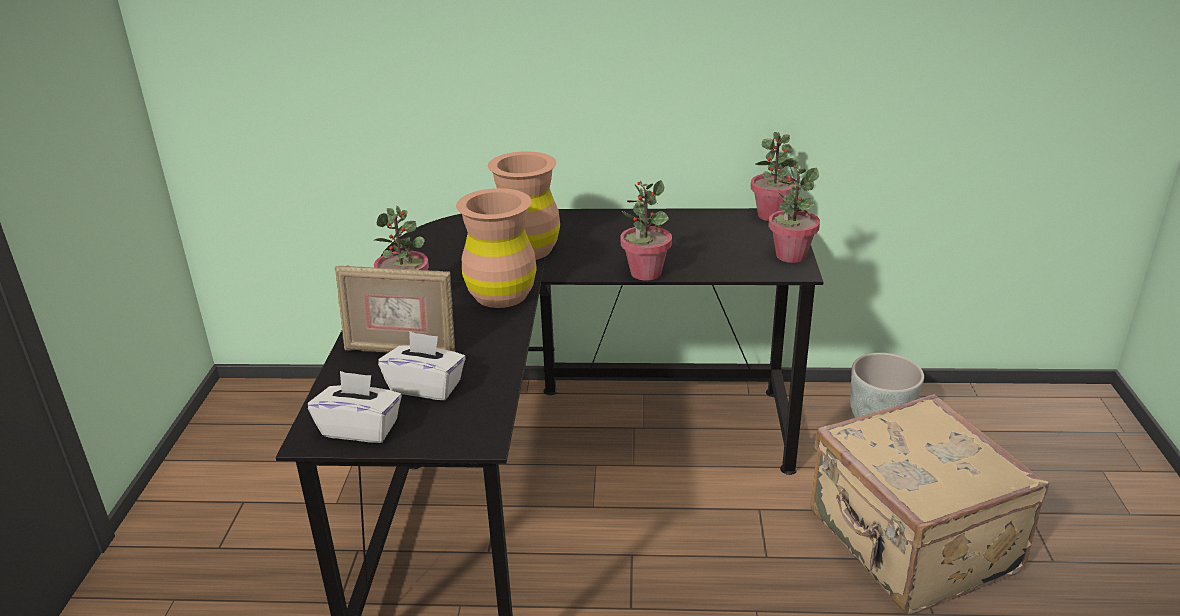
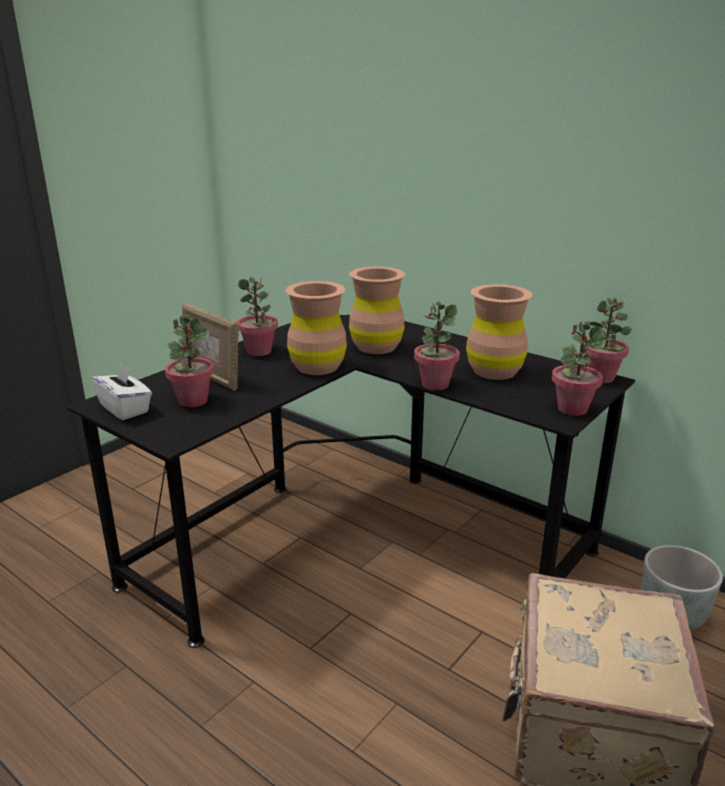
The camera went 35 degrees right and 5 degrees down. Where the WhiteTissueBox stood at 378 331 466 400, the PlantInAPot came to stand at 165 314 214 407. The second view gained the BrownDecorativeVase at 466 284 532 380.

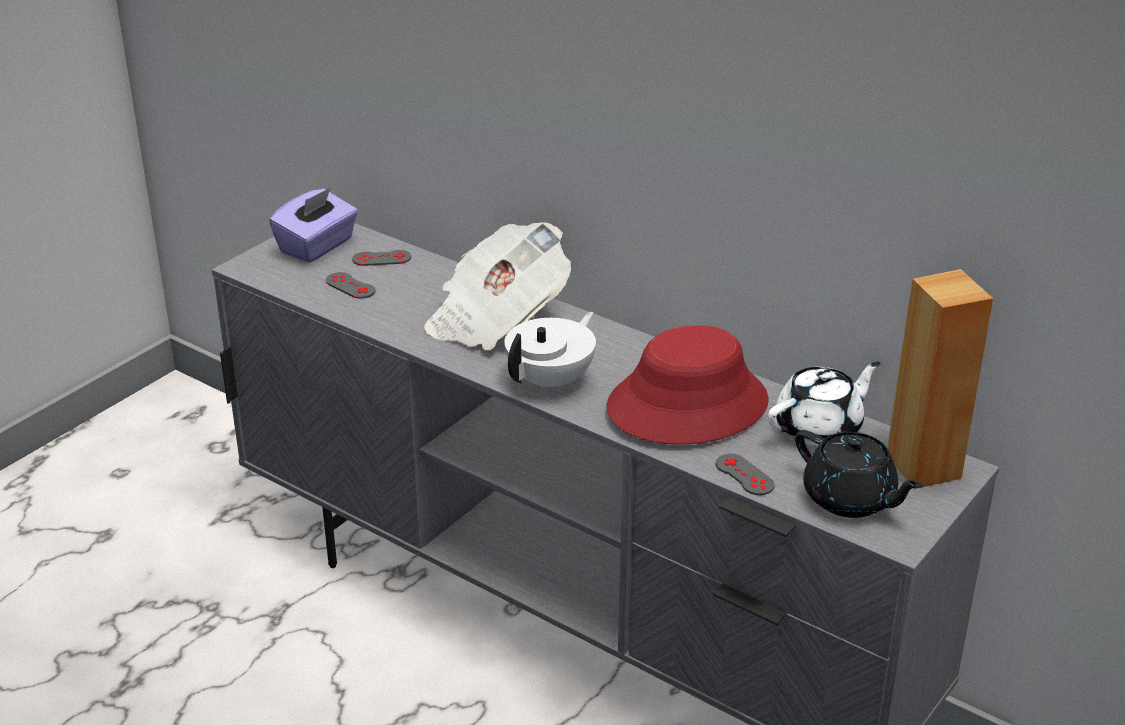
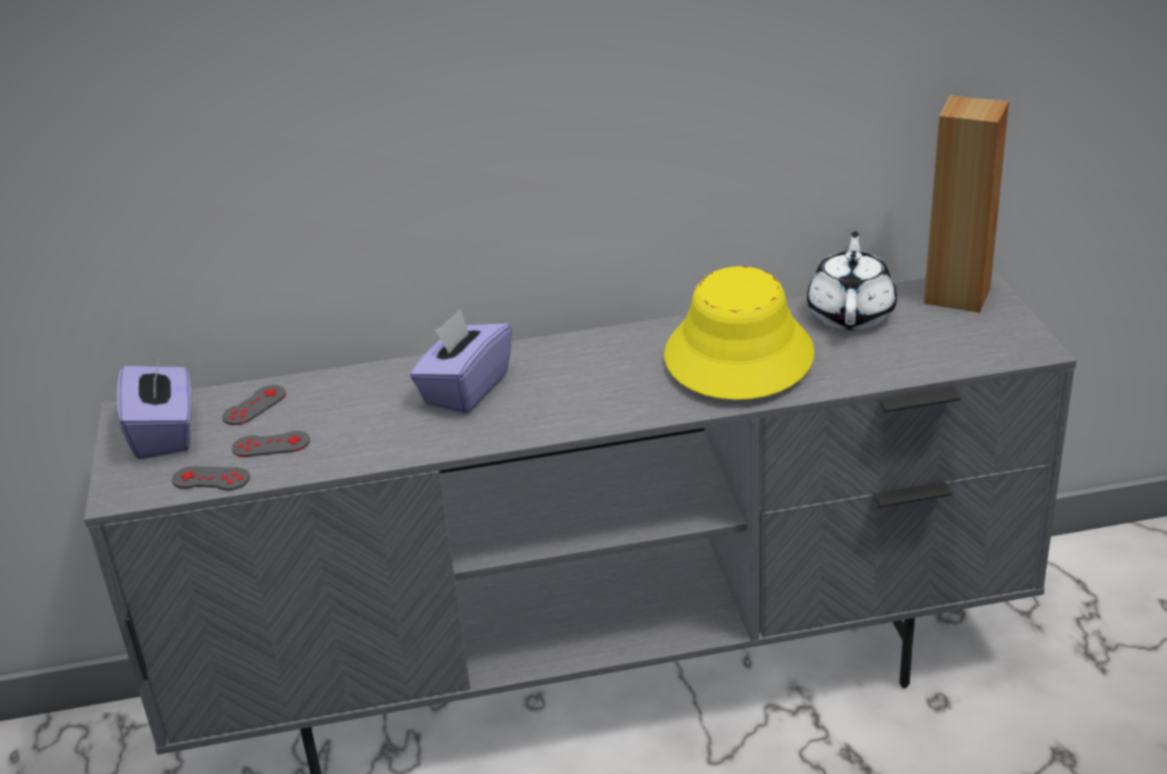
The camera went 45 degrees left and 0 degrees up. The GreyJoypad ended up elsewhere, having gone from 716 454 775 495 to 172 466 250 490. Where the DailyPaper stood at 424 222 571 350, the PurplishTissueBox came to stand at 410 309 512 414. What was the ReddishWearableHat at 606 325 769 444 turned into the YellowWearableHat at 664 266 815 400. The second view lost the WhiteTeapot at 504 312 596 391. The second view lost the BlackColouredTeapot at 795 430 923 518.

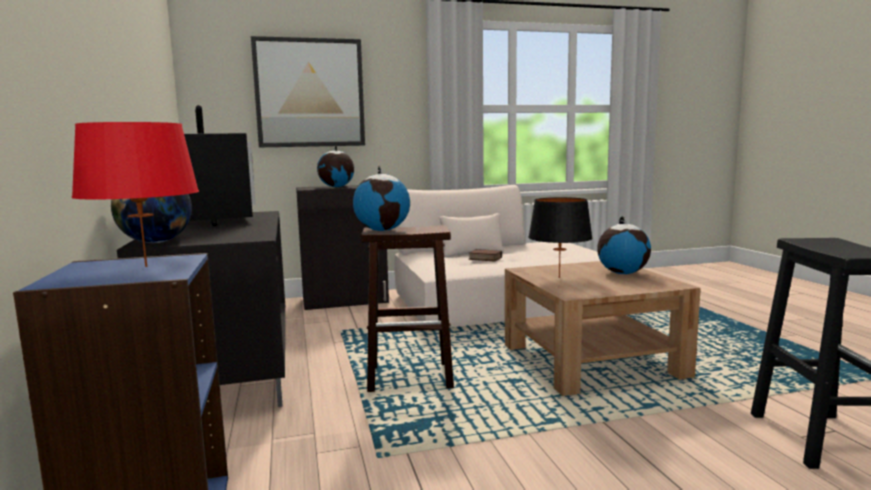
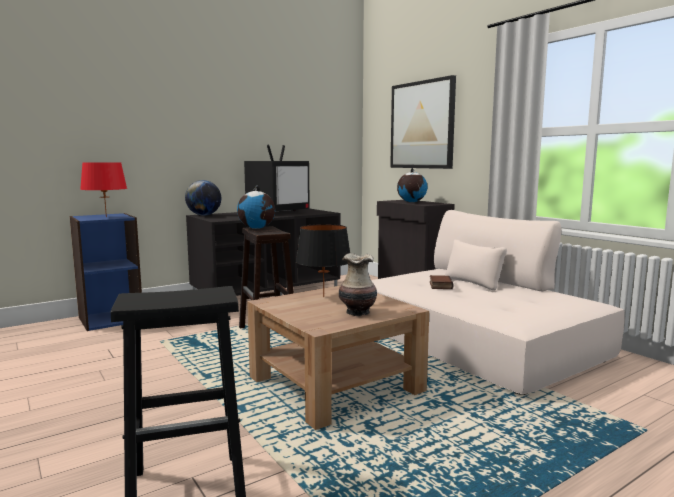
The camera went 70 degrees right and 0 degrees up. Where the DeskGlobe stood at 597 216 651 274, the DecorativeVase came to stand at 339 253 377 316.

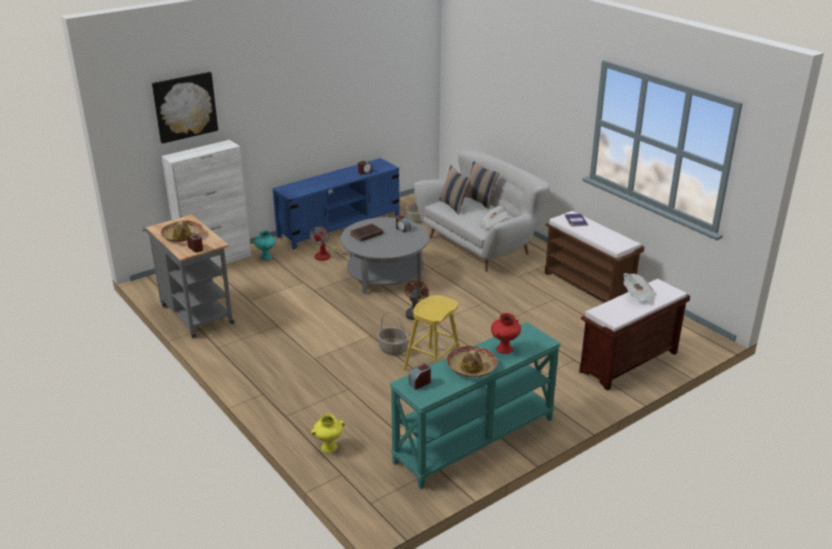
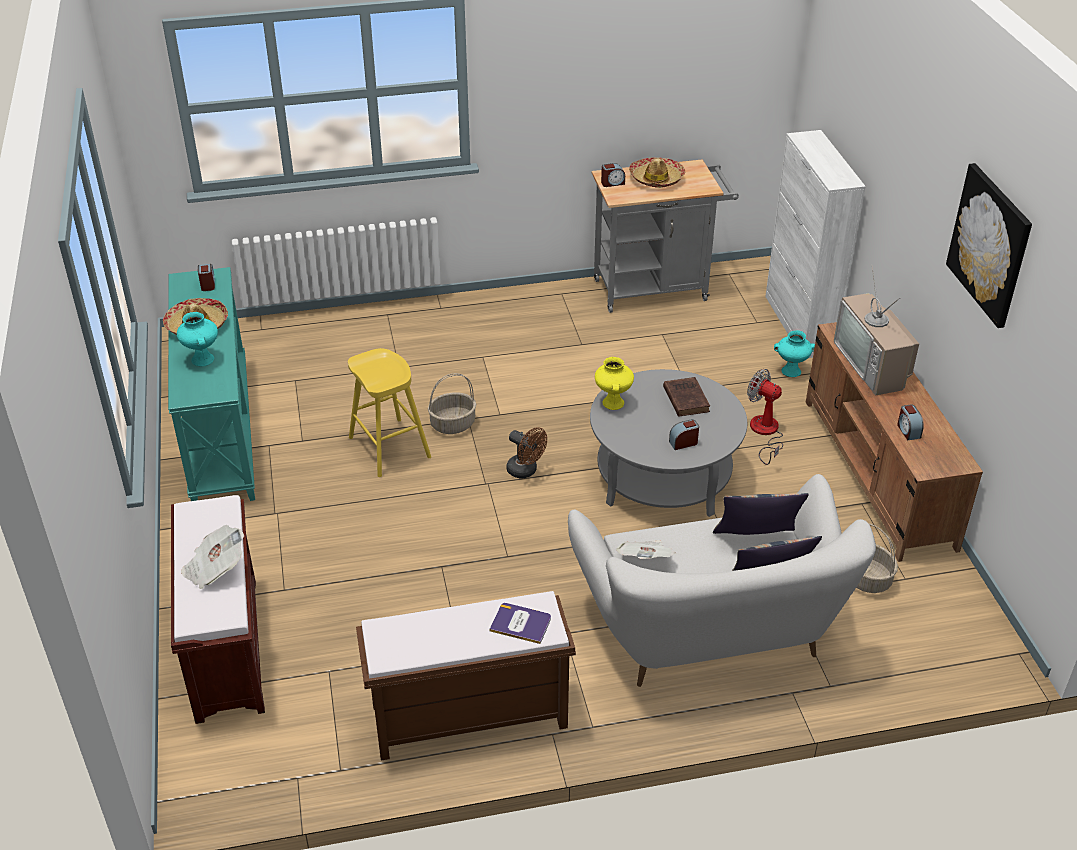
The camera went 115 degrees right and 10 degrees up. What was the ReddishDecorativeVase at 491 313 521 354 turned into the TurquoiseColouredDecorativeVase at 177 312 218 366. The YellowDecorativeVase ended up elsewhere, having gone from 311 414 345 453 to 595 357 634 410. What was the BlueTvStand at 272 158 399 249 turned into the BrownTvStand at 806 322 983 562. The second view gained the Tv at 834 264 919 396. The WallArt ended up elsewhere, having gone from 152 72 218 144 to 946 163 1032 328.

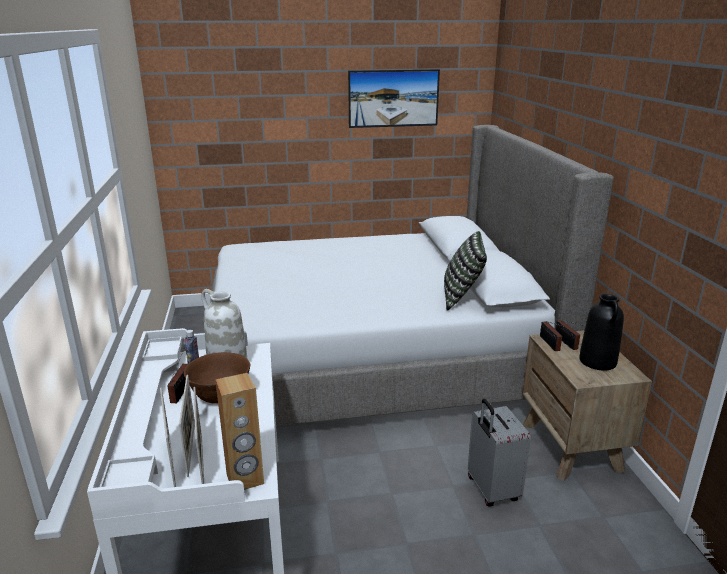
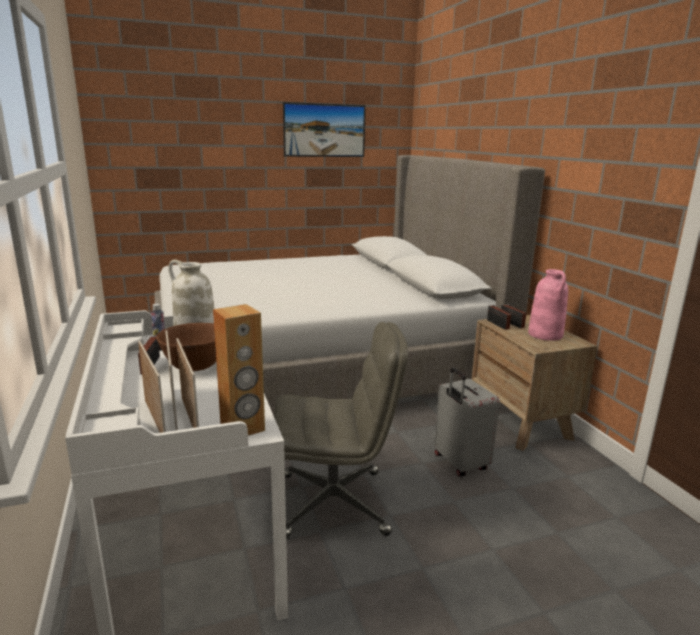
The camera went 10 degrees left and 5 degrees down. The second view gained the GreyDeskChair at 274 322 408 540. What was the BlackColouredDecorativeVase at 579 294 624 370 turned into the PinkDecorativeVase at 528 269 568 341. The second view lost the Pillow at 444 231 487 311.

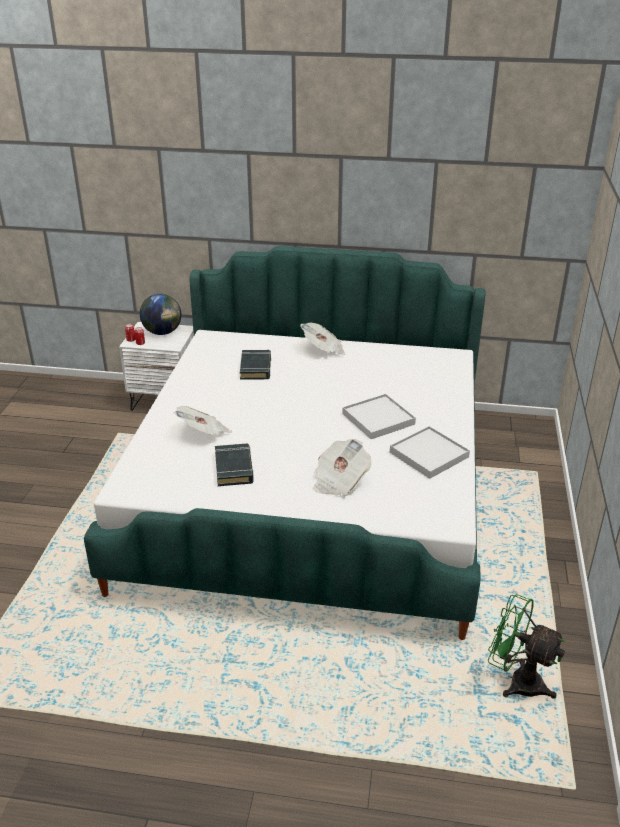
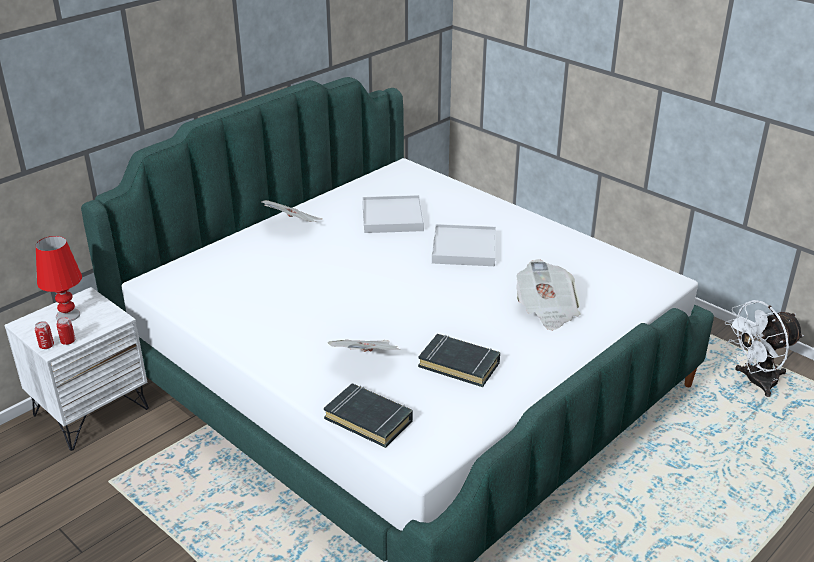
The camera went 55 degrees left and 0 degrees up. Where the DeskGlobe stood at 140 294 181 335, the ReddishLampForATable came to stand at 36 236 82 321. The BlackColouredBoundBook ended up elsewhere, having gone from 240 350 271 380 to 324 383 413 448. The WhiteTray ended up elsewhere, having gone from 390 426 470 479 to 362 195 424 233. What was the GreenColouredElectricFan at 488 594 565 699 turned into the WhiteElectricFan at 725 300 804 397.

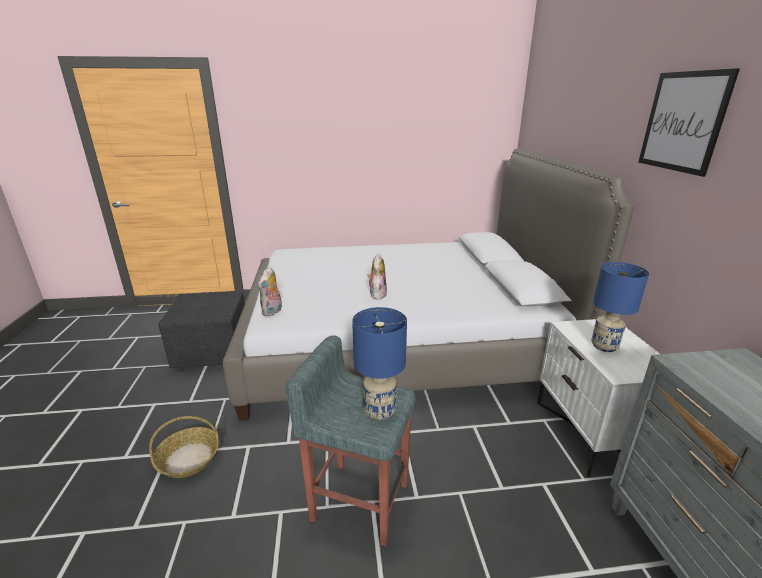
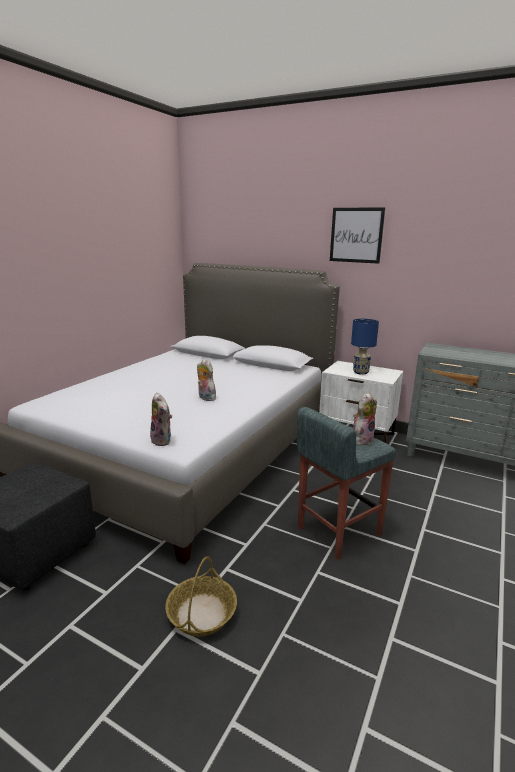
The camera went 55 degrees left and 5 degrees down. Where the BlueLampForATable stood at 352 307 407 421, the PlushToy came to stand at 353 393 377 445.

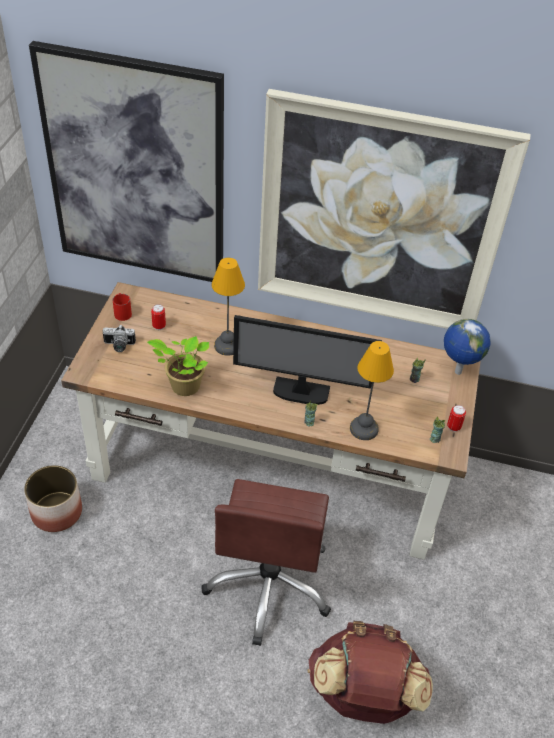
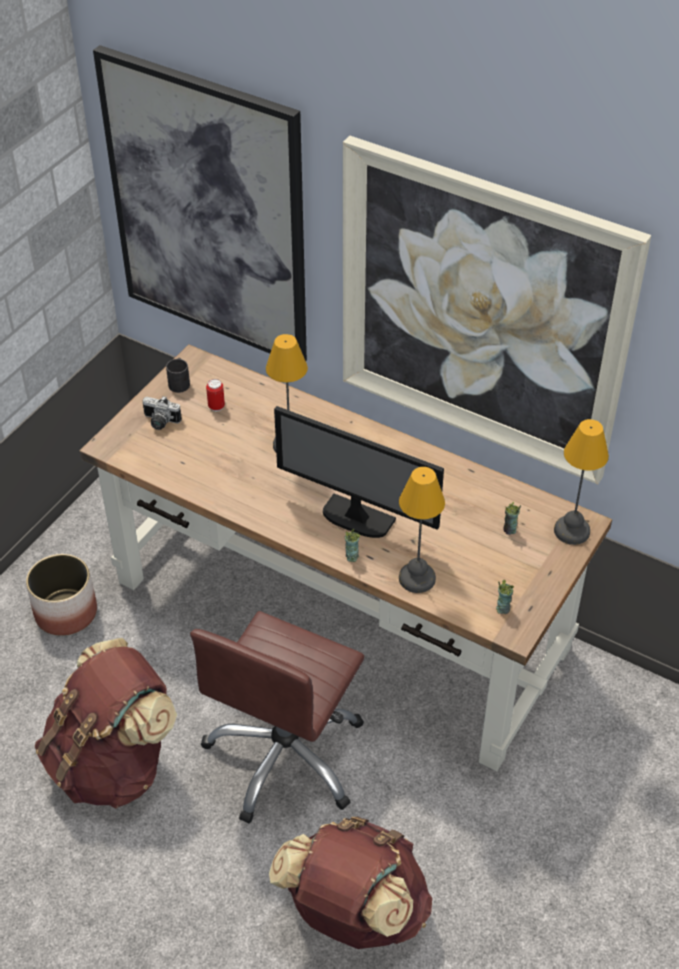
The camera went 20 degrees right and 0 degrees up. The second view gained the BrownRucksack at 35 638 177 809. What was the ReddishCoffeeMug at 113 293 132 321 turned into the BlackColouredCoffeeMug at 166 358 190 393. Where the DeskGlobe stood at 444 319 491 375, the LampForATable came to stand at 554 419 609 545. The second view lost the PlantInAPot at 147 336 209 396. The second view lost the SealedCan at 447 405 466 432.

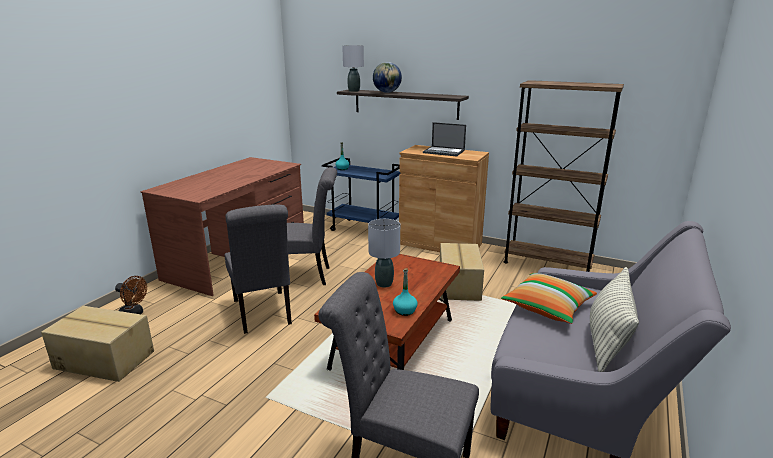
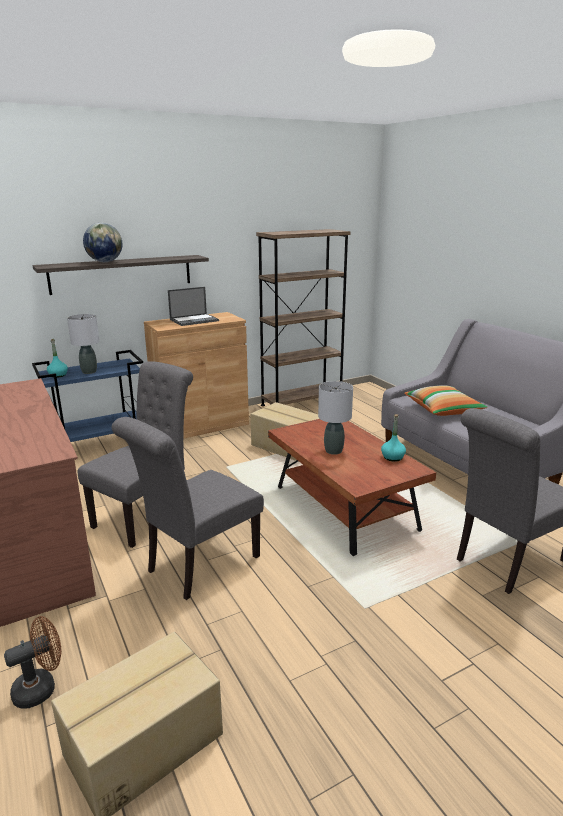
The camera went 55 degrees left and 0 degrees up. The GreyLampForATable ended up elsewhere, having gone from 342 45 364 92 to 67 314 99 374. The GreyPlainChair at 224 204 292 334 ended up facing another way, 120 degrees clockwise from before. The second view lost the Pillow at 590 267 639 372.

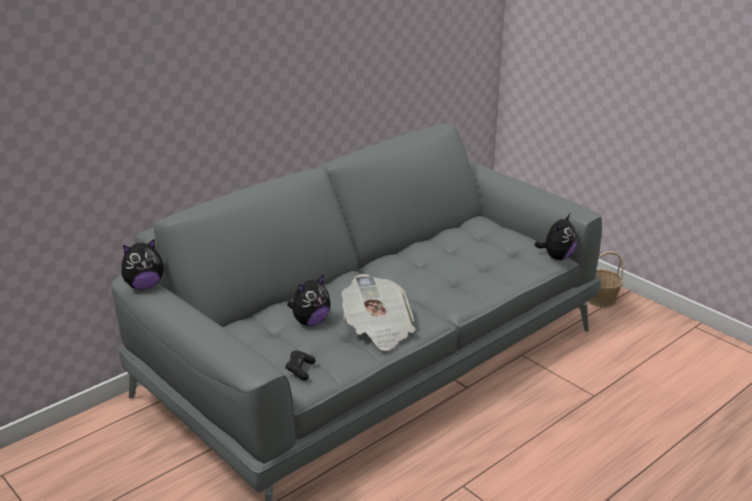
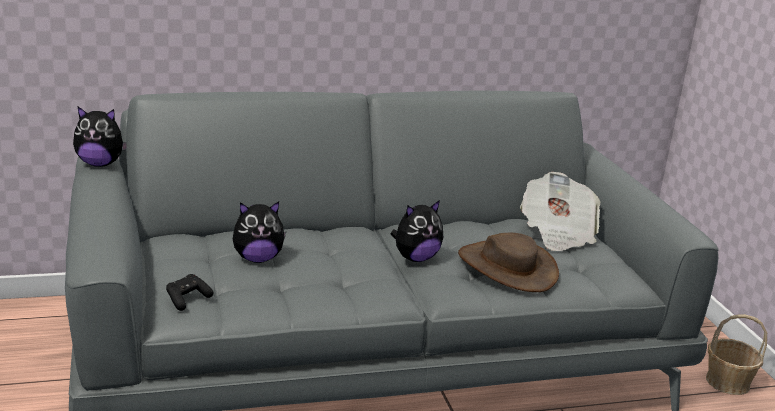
The camera went 25 degrees right and 5 degrees down. The PlushToy ended up elsewhere, having gone from 534 214 577 260 to 391 200 443 262. The second view gained the BrownWearableHat at 458 233 559 292. The DailyPaper ended up elsewhere, having gone from 341 274 416 351 to 520 172 600 251.

